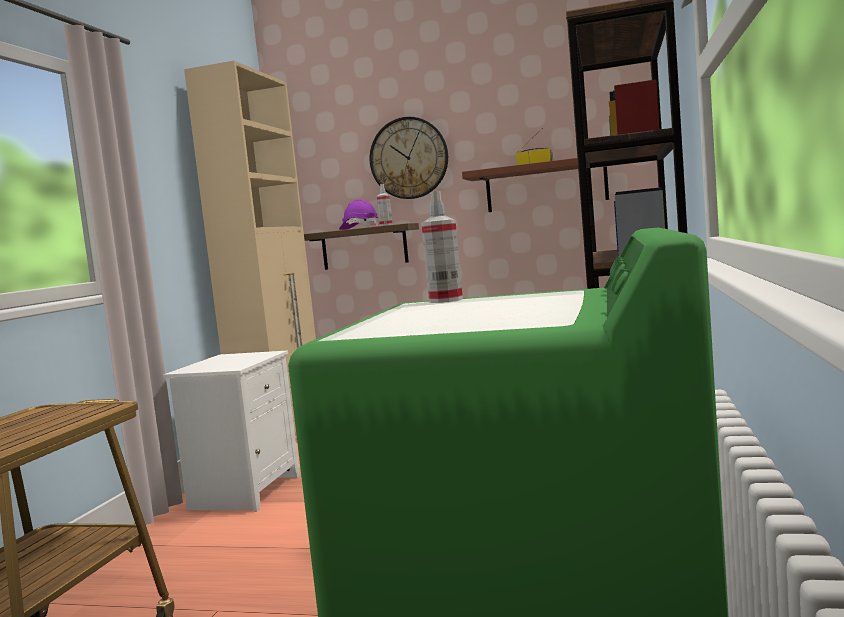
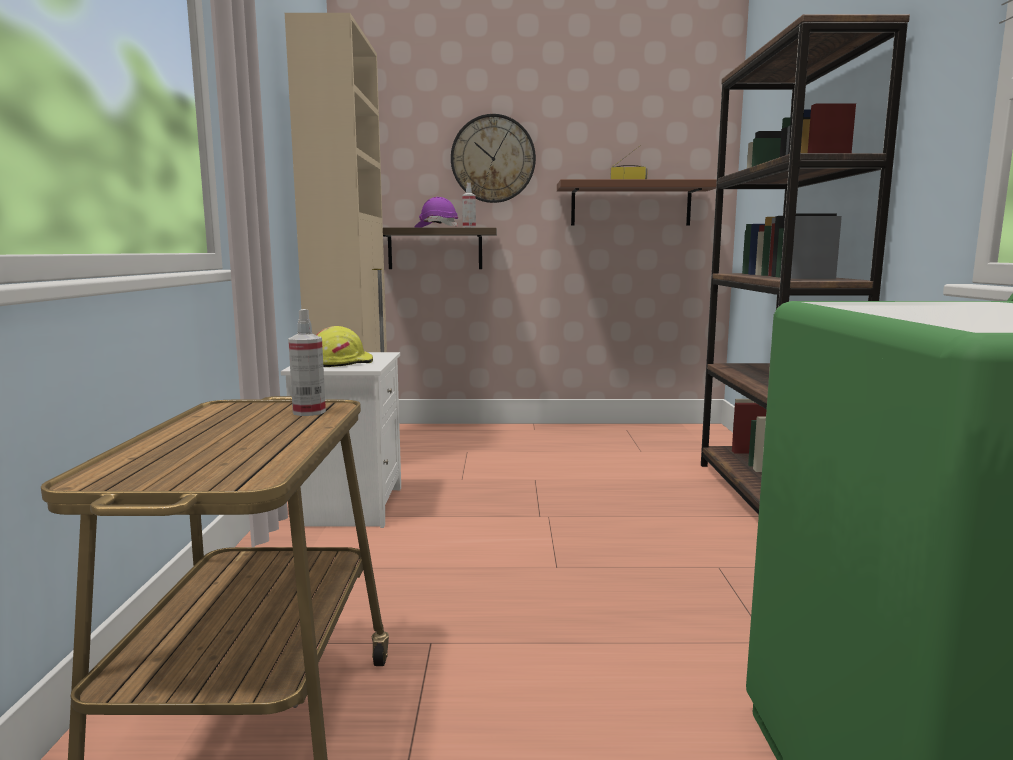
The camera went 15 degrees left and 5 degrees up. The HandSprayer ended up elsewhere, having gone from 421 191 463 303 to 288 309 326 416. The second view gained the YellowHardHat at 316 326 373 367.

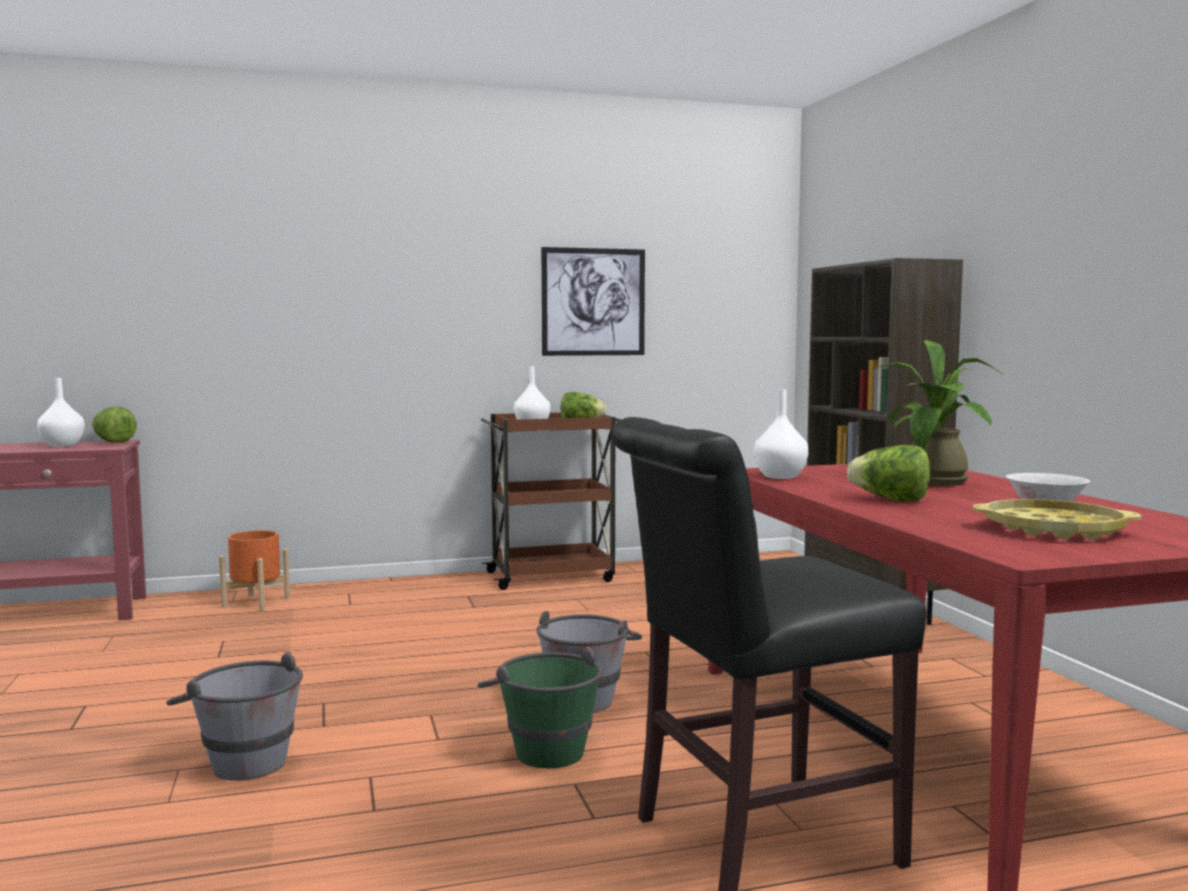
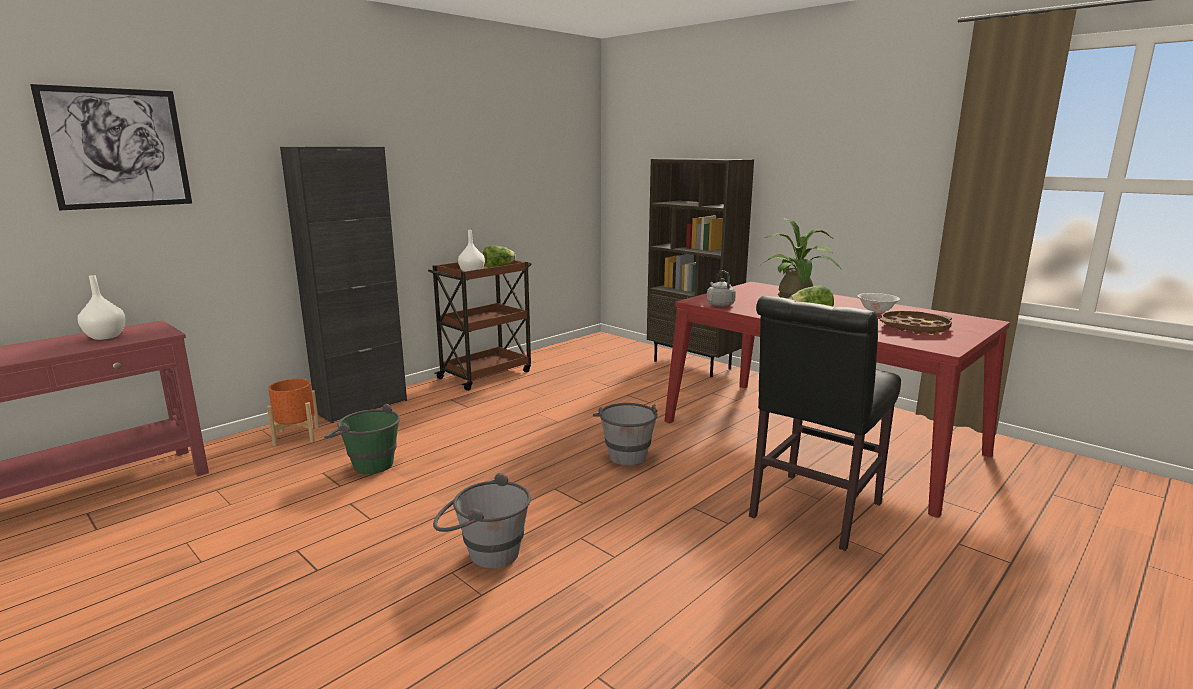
The camera went 30 degrees left and 10 degrees up. The WallArt ended up elsewhere, having gone from 541 247 645 356 to 30 84 192 210. The second view gained the BlackColouredStorageCabinet at 280 147 407 423. The GreenColouredWaterBucket ended up elsewhere, having gone from 477 647 603 768 to 324 404 400 474. Where the WhiteDecorativeVase stood at 754 389 809 479, the GreyKettle came to stand at 707 270 736 306. What was the YellowTray at 973 499 1141 540 turned into the BrownTray at 880 311 952 334. The second view lost the LettuceHead at 92 407 137 443.

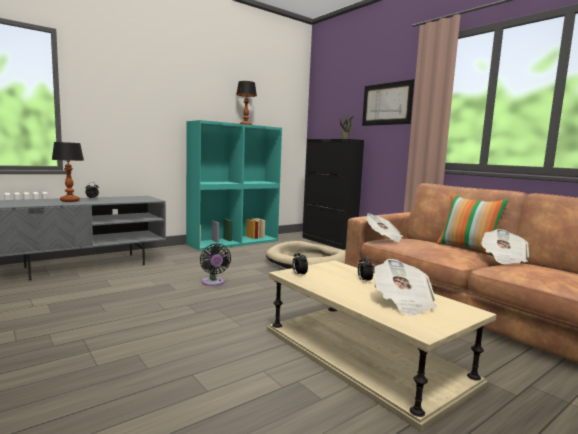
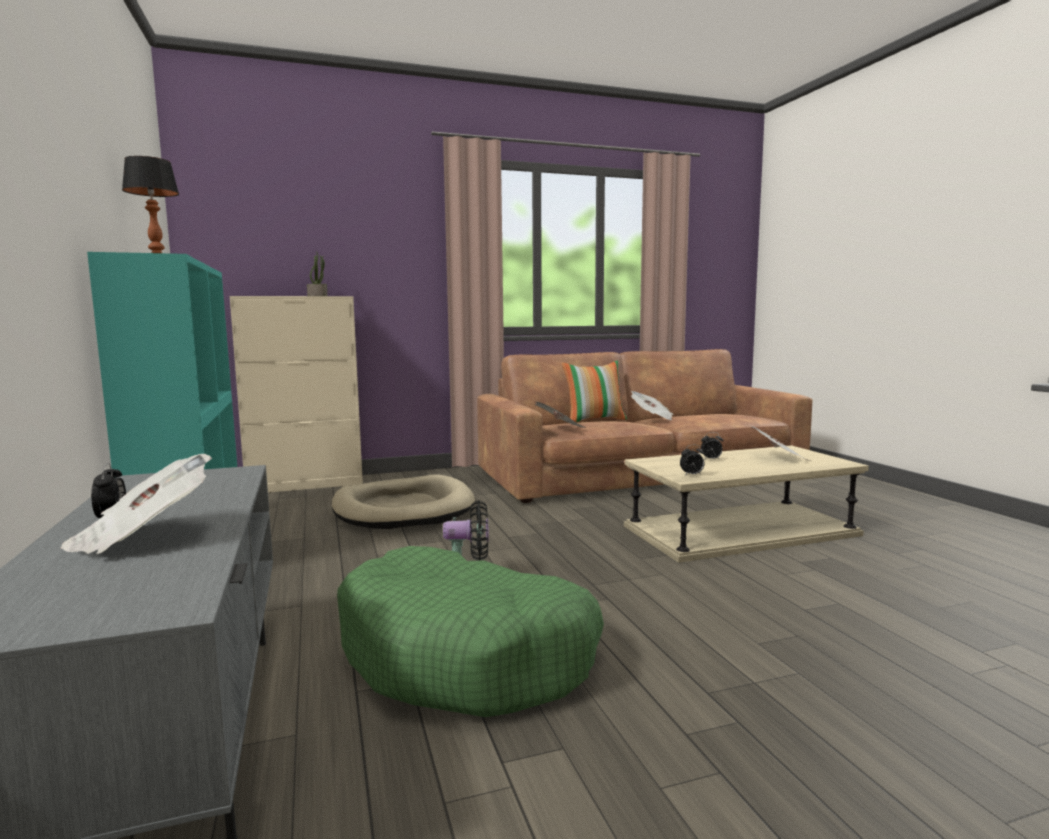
The camera went 70 degrees left and 0 degrees up. Where the LampForATable stood at 52 142 84 202, the DailyPaper came to stand at 61 454 212 554. What was the BlackColouredStorageCabinet at 302 139 364 250 turned into the BeigeStorageCabinet at 230 296 363 493. The second view gained the GreenColouredPetBed at 337 546 604 717. The second view lost the WallArt at 362 79 414 126.

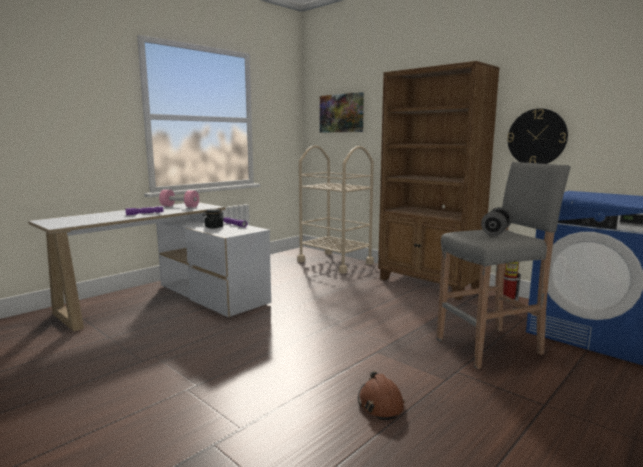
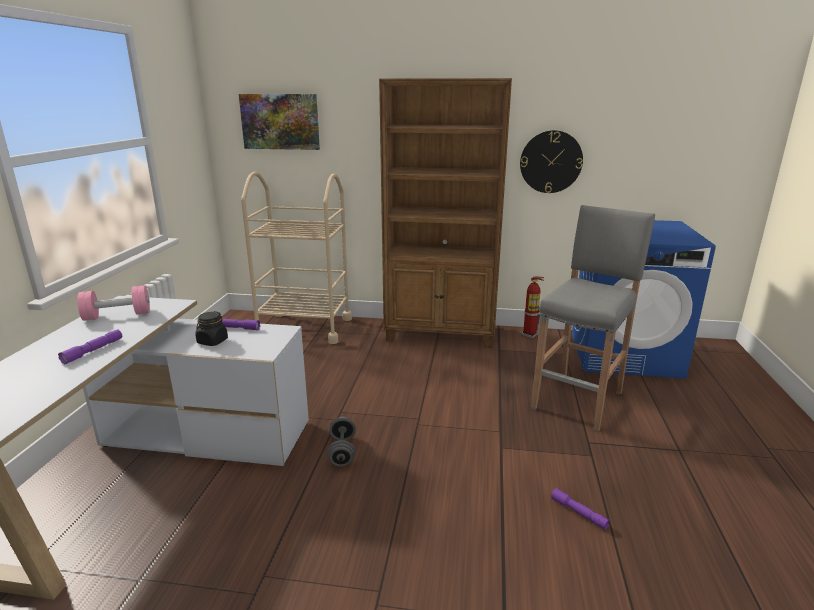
The camera went 35 degrees left and 10 degrees up. The GreyFreeWeight ended up elsewhere, having gone from 481 207 512 236 to 327 417 356 466. Where the BrownHardHat stood at 358 371 405 420, the PurplishHandTorch came to stand at 551 488 610 530.

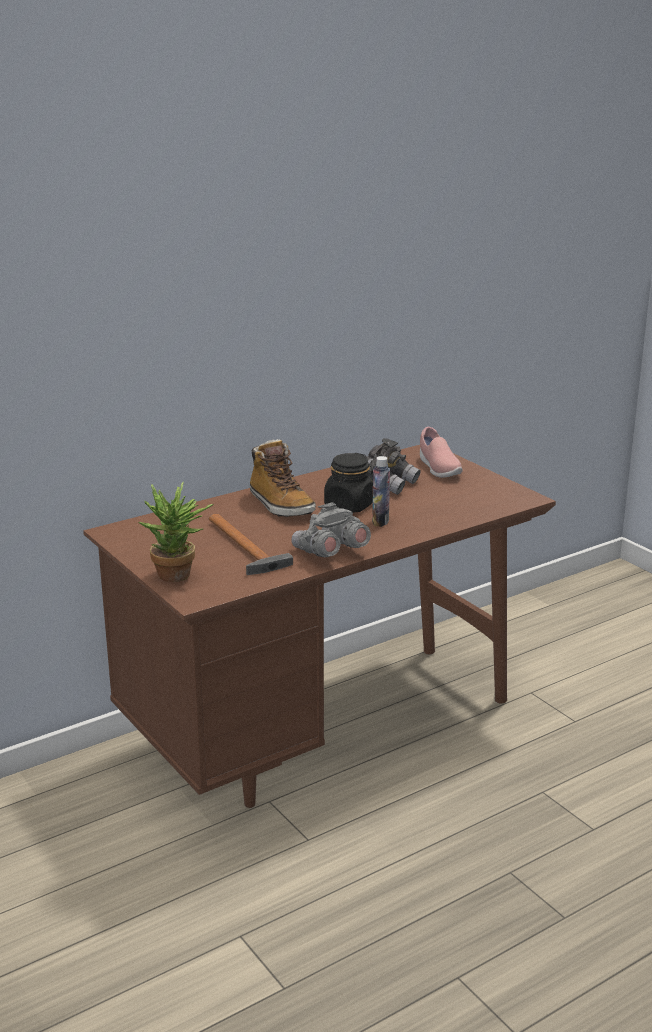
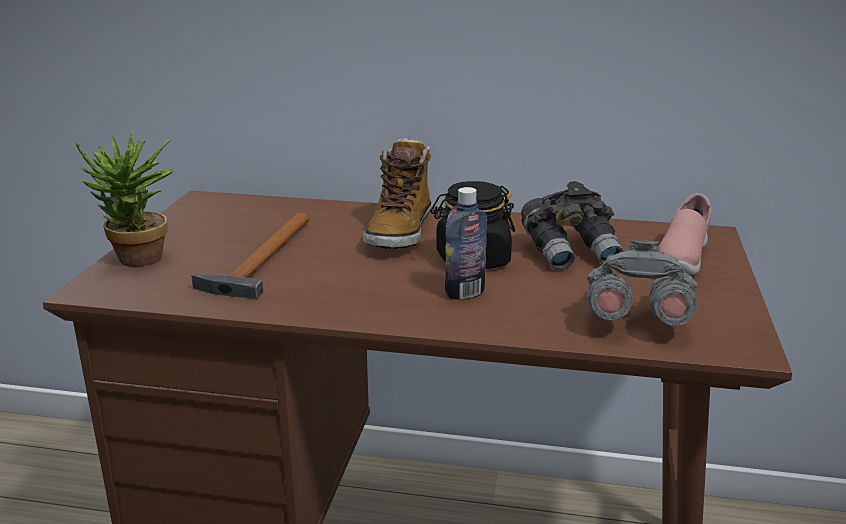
The camera went 45 degrees right and 0 degrees up. The GreyPairOfBinoculars ended up elsewhere, having gone from 291 502 371 557 to 587 240 698 327.

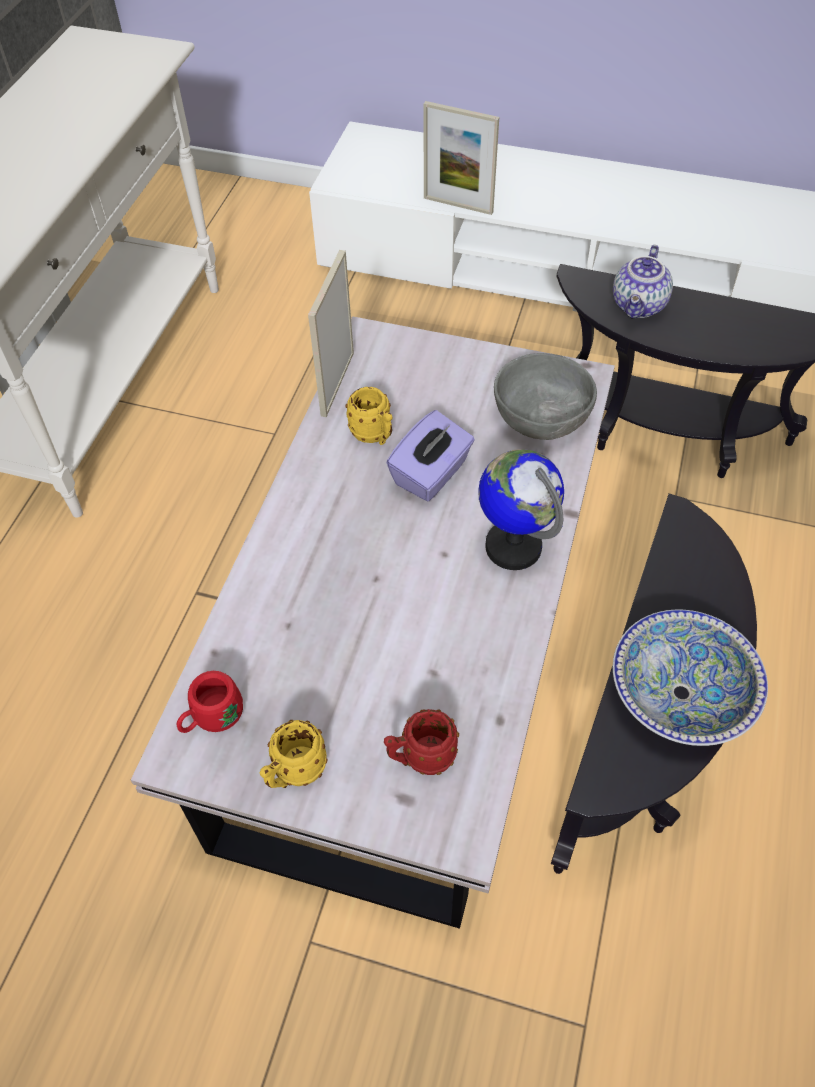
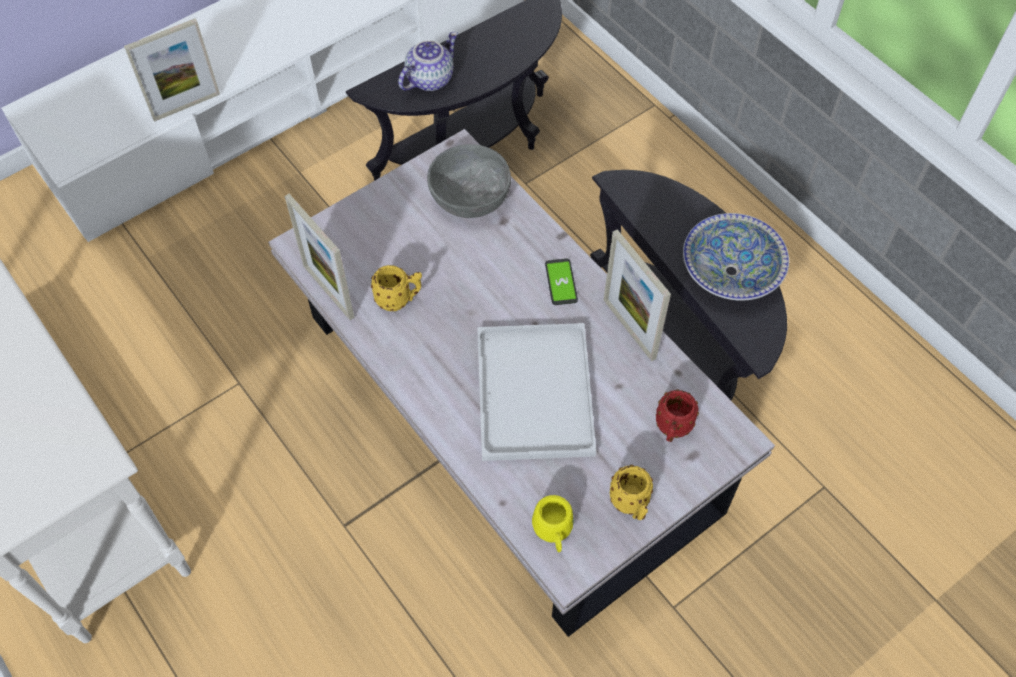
The camera went 55 degrees left and 5 degrees up. The Teapot at 613 245 673 318 ended up facing another way, 105 degrees counterclockwise from before. The second view gained the WhiteTray at 477 323 596 461. What was the ReddishCoffeeMug at 177 671 243 733 turned into the YellowCoffeeMug at 532 495 574 552. Where the DeskGlobe stood at 478 449 564 570, the Handset came to stand at 545 258 578 305. The second view gained the PhotoFrame at 604 229 671 361. The second view lost the PurplishTissueBox at 386 410 475 501.

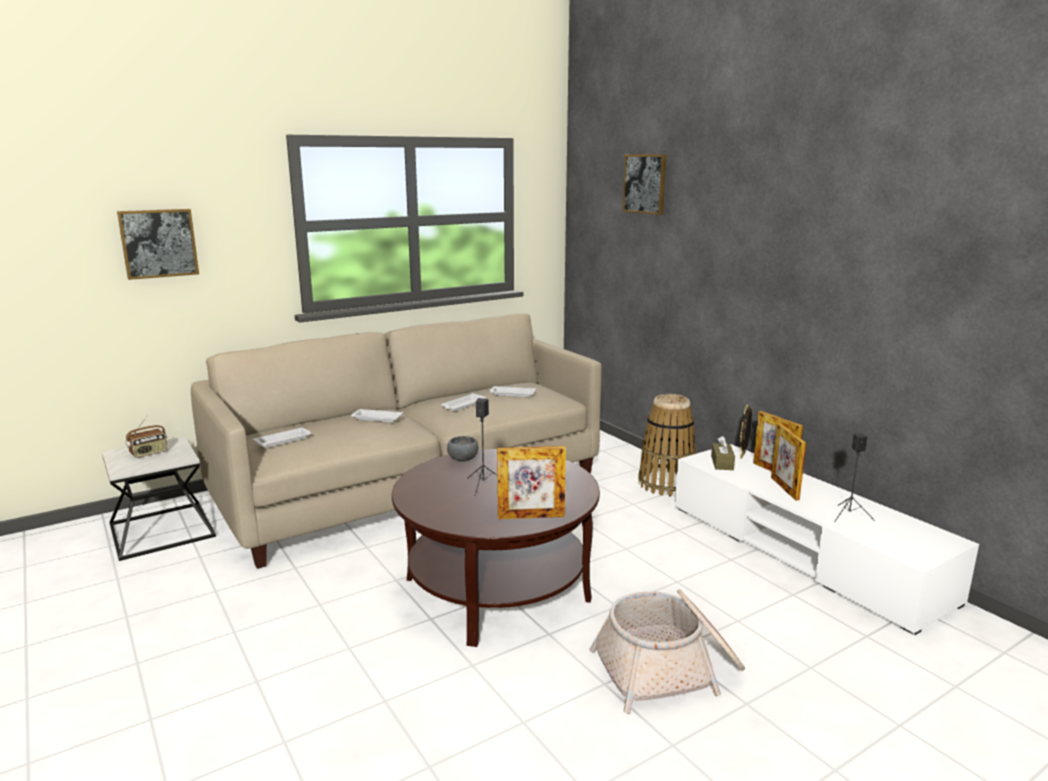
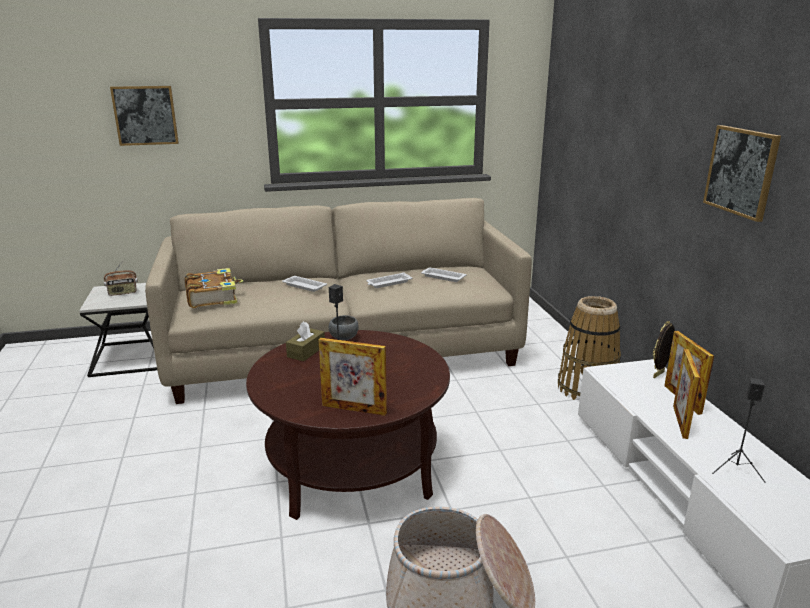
The camera went 20 degrees right and 5 degrees up. Where the WhiteTray stood at 253 428 311 448, the BoundBook came to stand at 185 268 243 308. The BrownTissueBox ended up elsewhere, having gone from 711 436 735 470 to 286 321 325 361. The WallArt ended up elsewhere, having gone from 623 154 666 215 to 703 125 781 222.

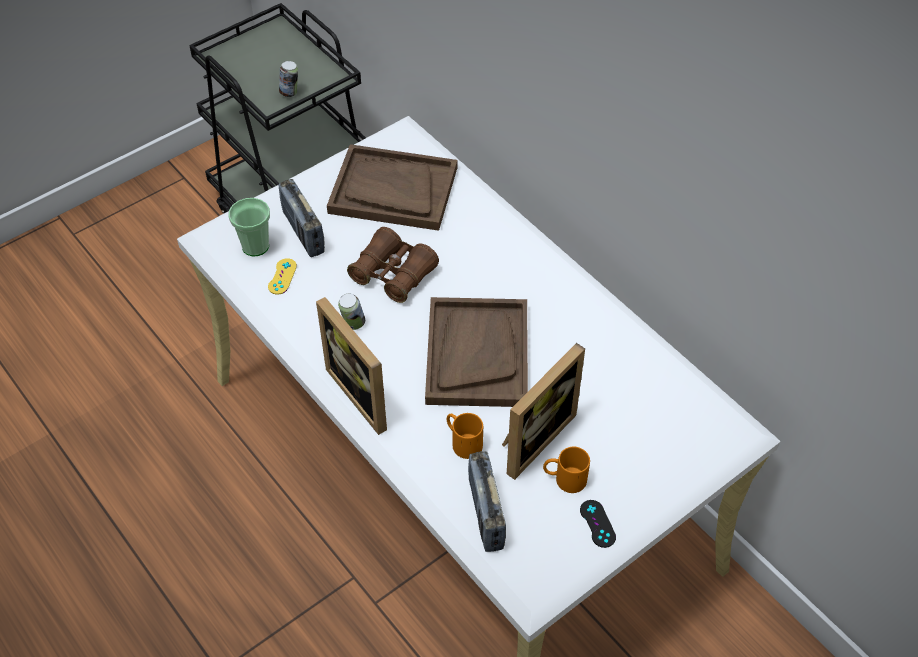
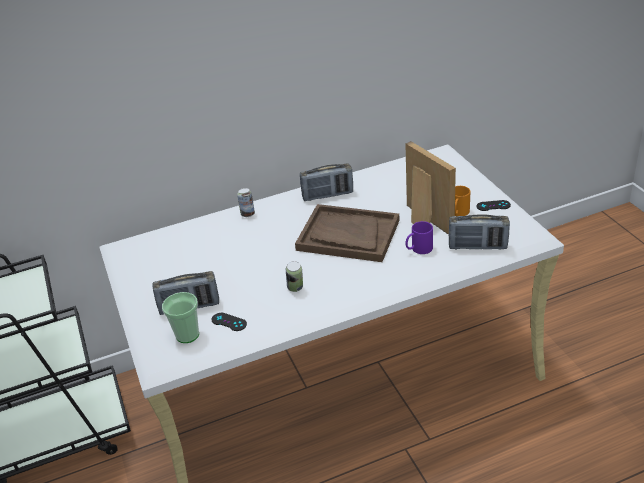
The camera went 70 degrees left and 15 degrees down. What was the YellowJoypad at 268 258 297 295 turned into the BlackColouredJoypad at 212 313 247 331. The SealedCan ended up elsewhere, having gone from 279 61 298 97 to 237 188 255 217. The second view gained the RadioReceiver at 300 164 353 201. What was the OrangeColouredCoffeeMug at 447 413 483 459 turned into the PurplishCoffeeMug at 405 221 433 254. The second view lost the PhotoFrame at 316 297 387 435. The second view lost the BrownTray at 327 144 457 231. The second view lost the BrownPairOfBinoculars at 347 227 439 303.

